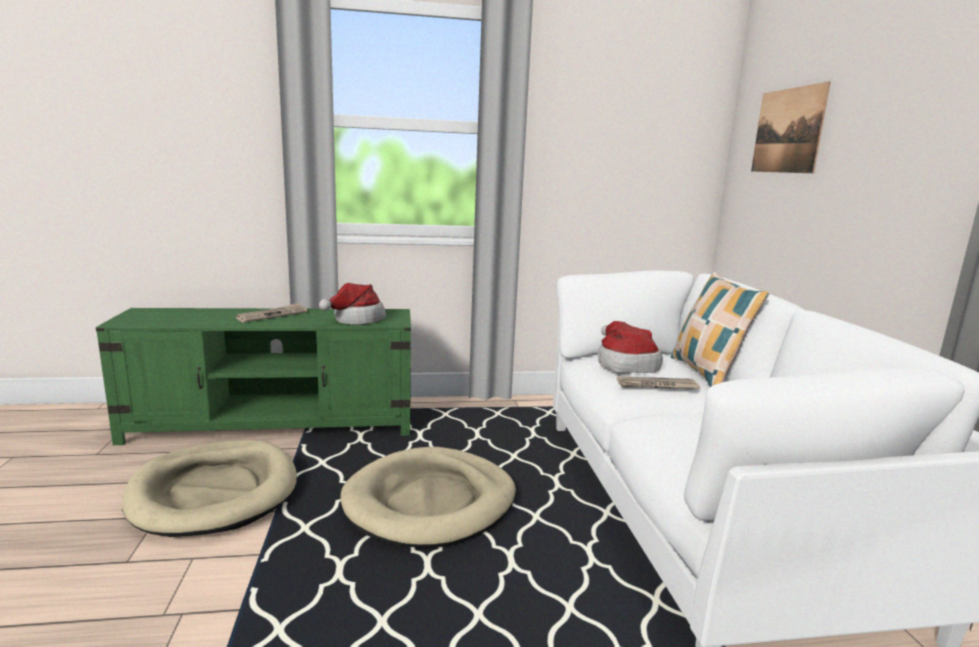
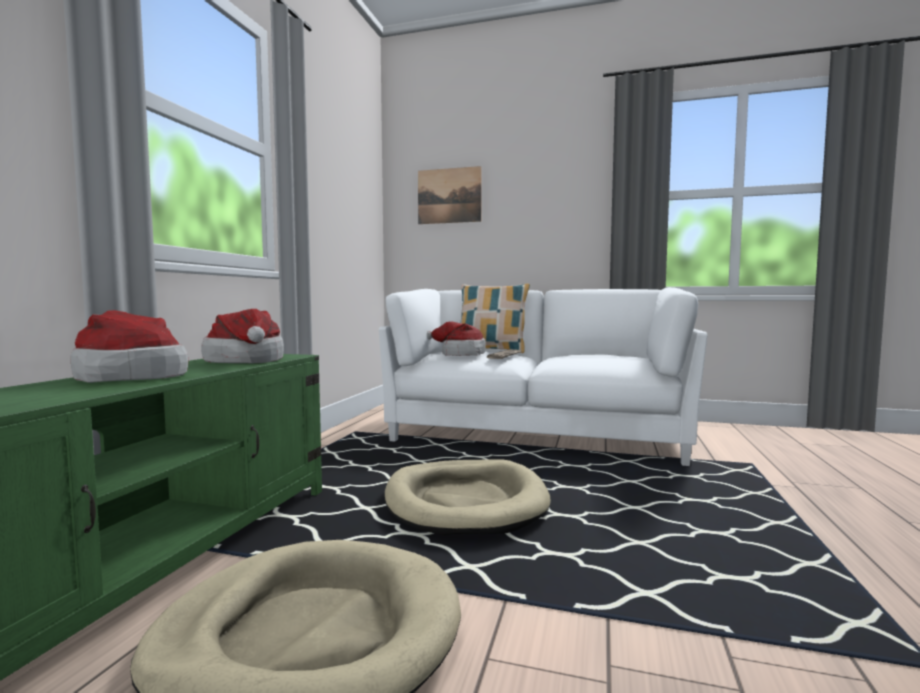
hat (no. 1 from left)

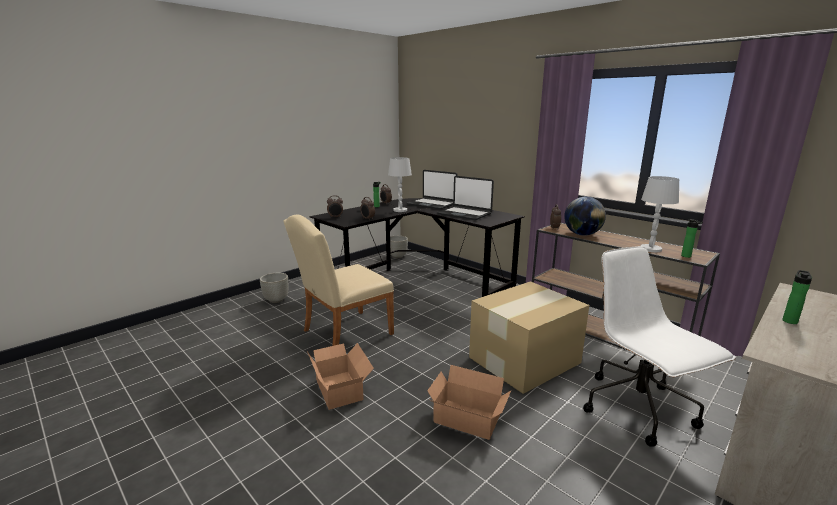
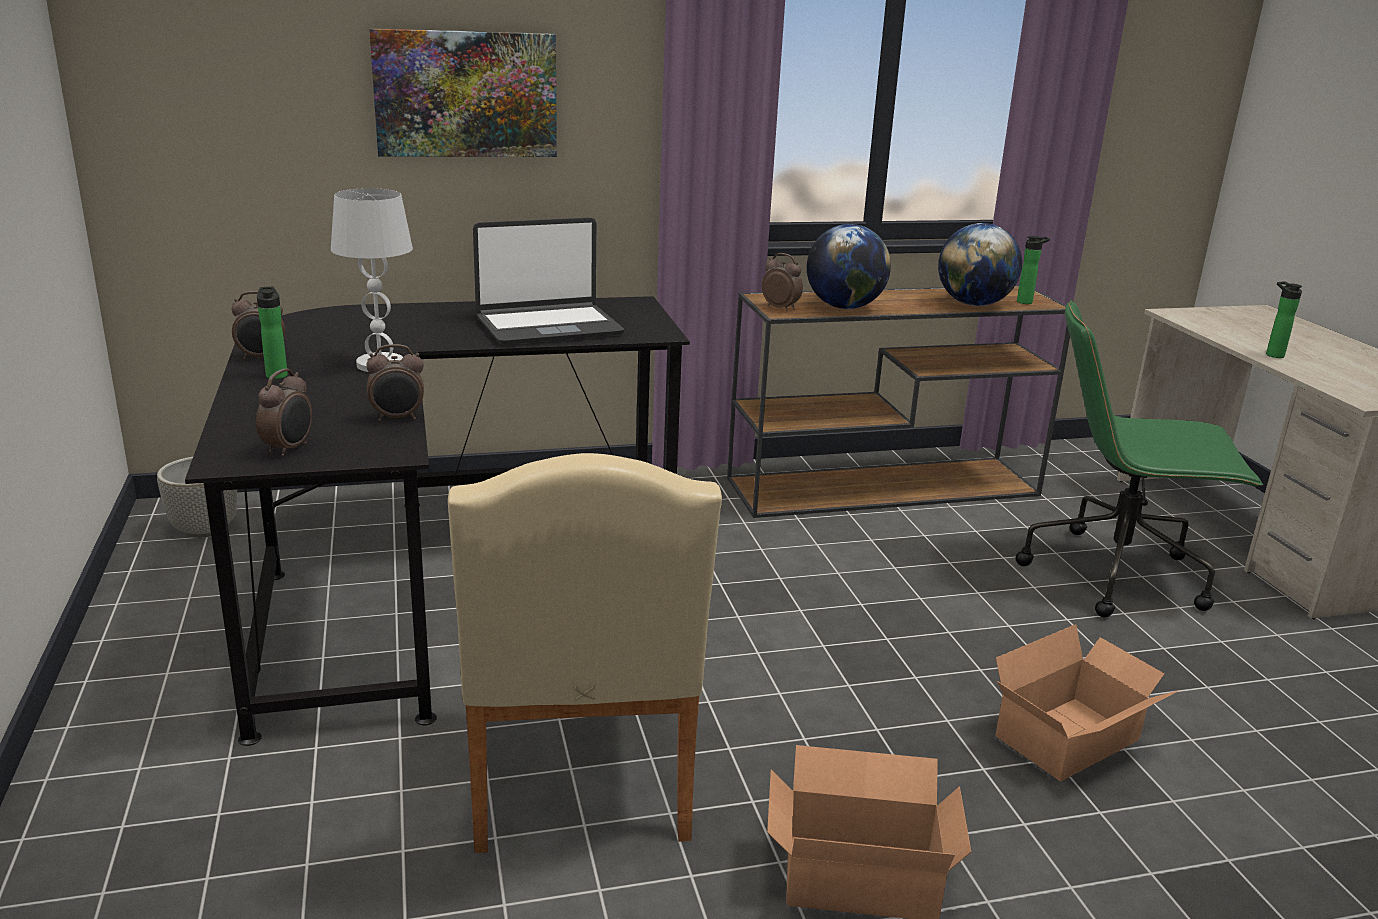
grey planter (no. 1 from left in the first image)
laptop (no. 1 from left in the first image)
cardboard box (no. 3 from left in the first image)
picture
globe (no. 2 from left)
green office chair

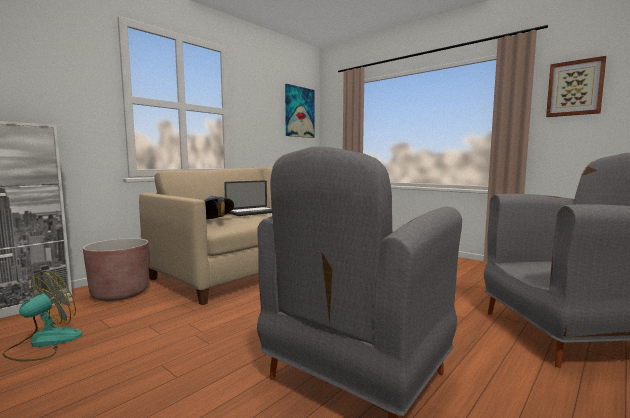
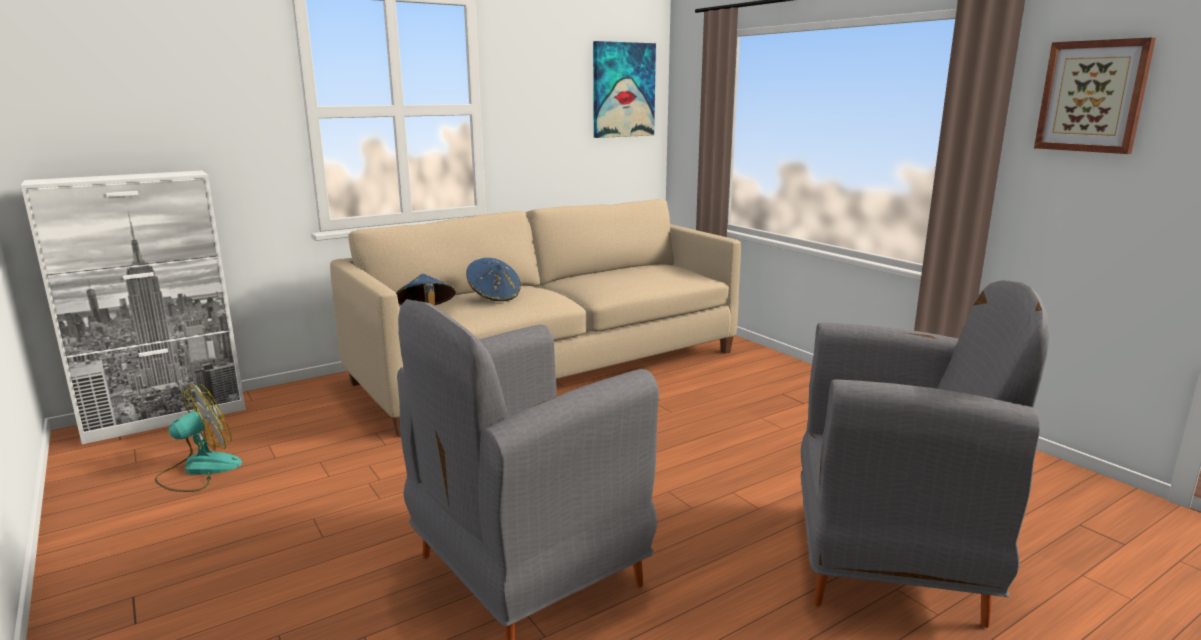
brown planter
blue hat (no. 2 from left)

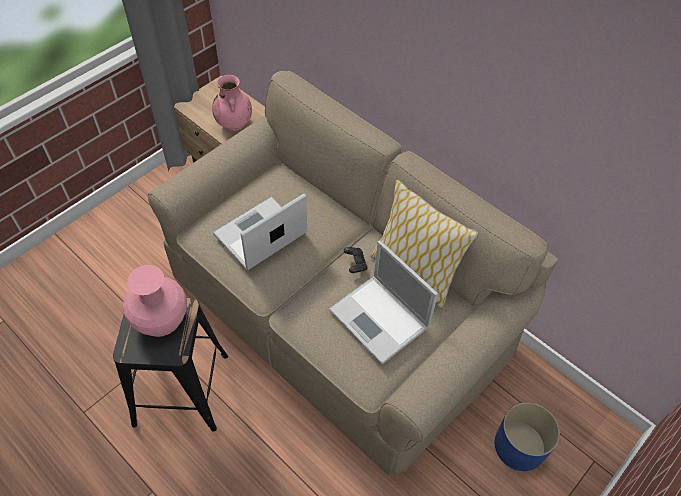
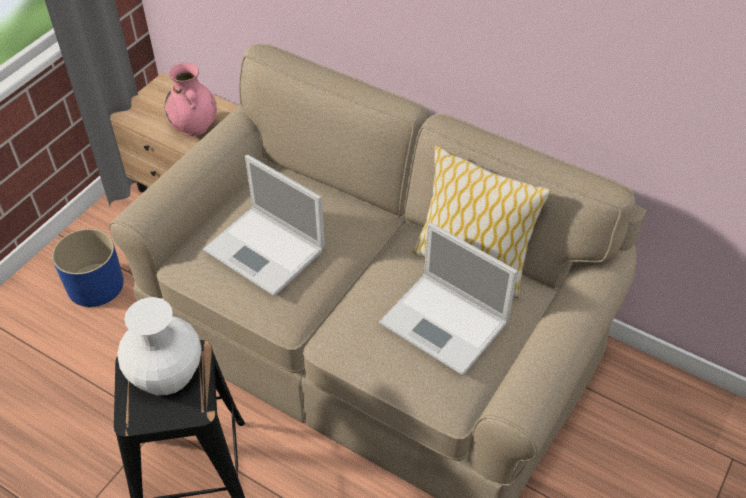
black game controller
blue planter
white vase
laptop (no. 1 from left)

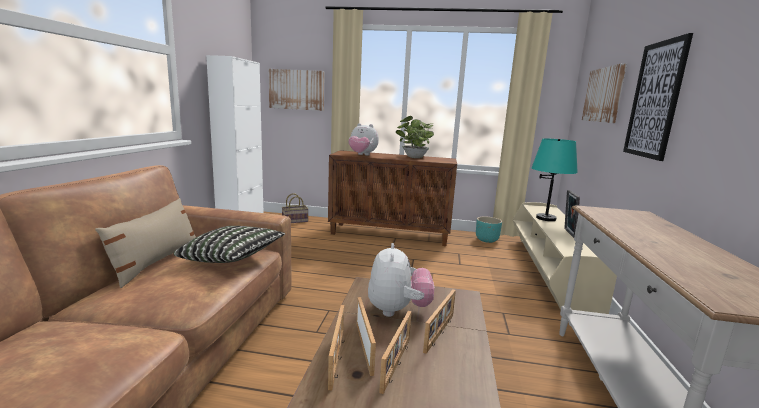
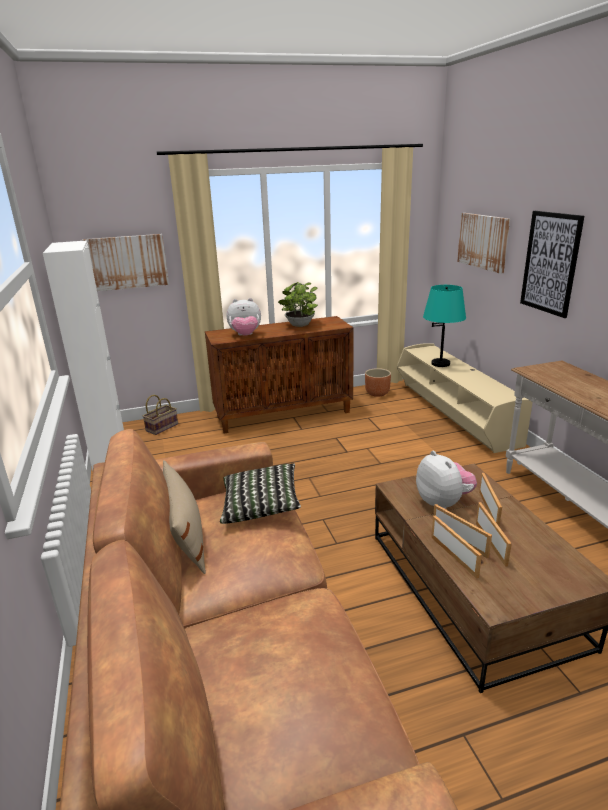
picture frame (no. 5 from left in the first image)
brown planter

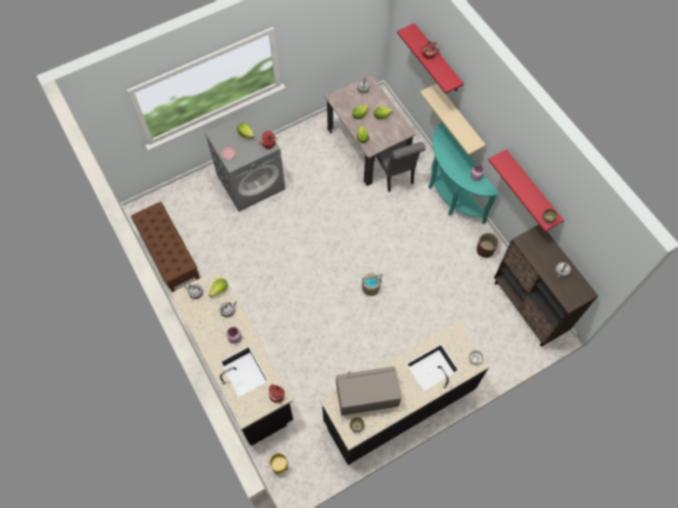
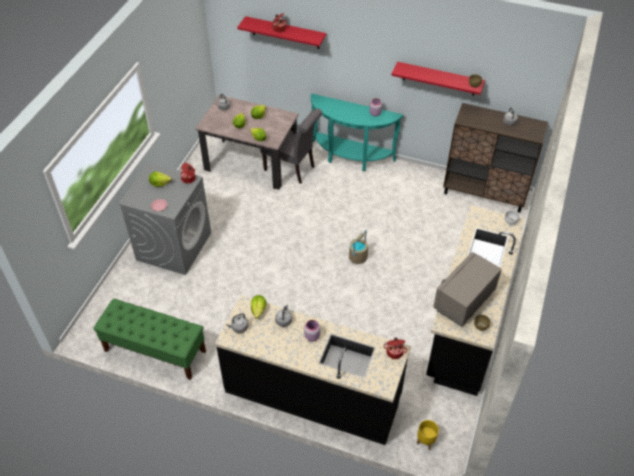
beige shelf
brown planter
green bench

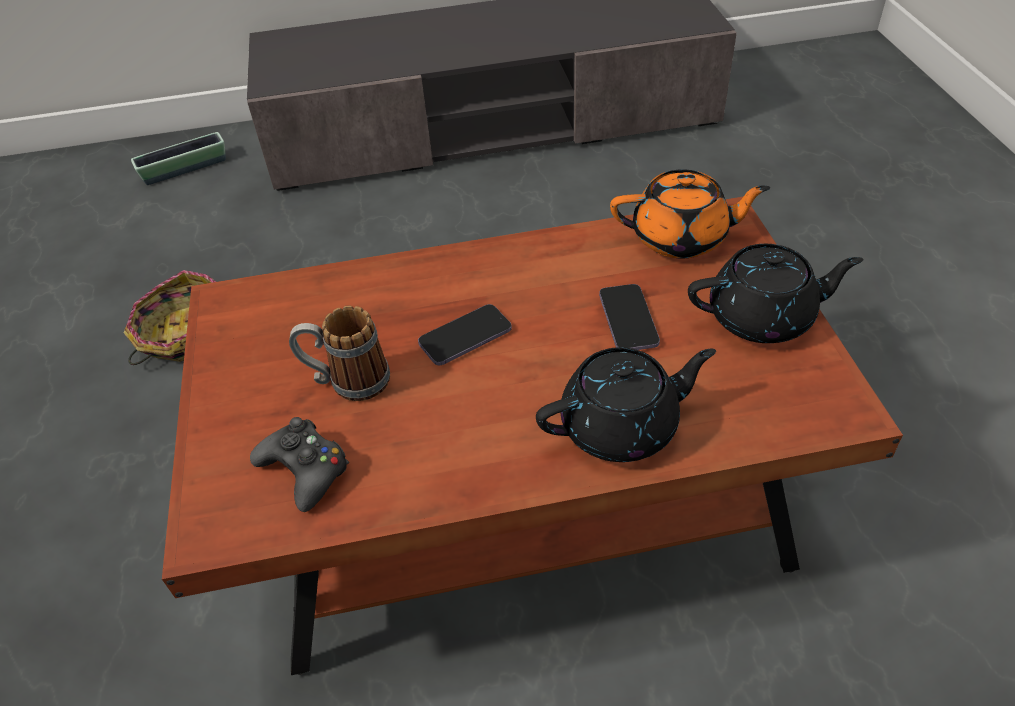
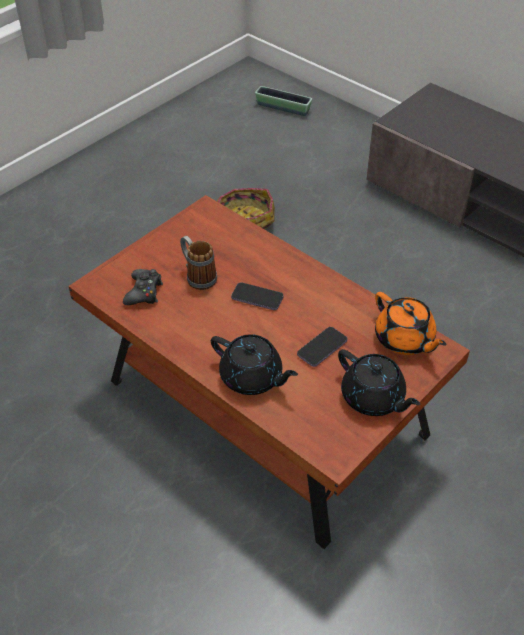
planter

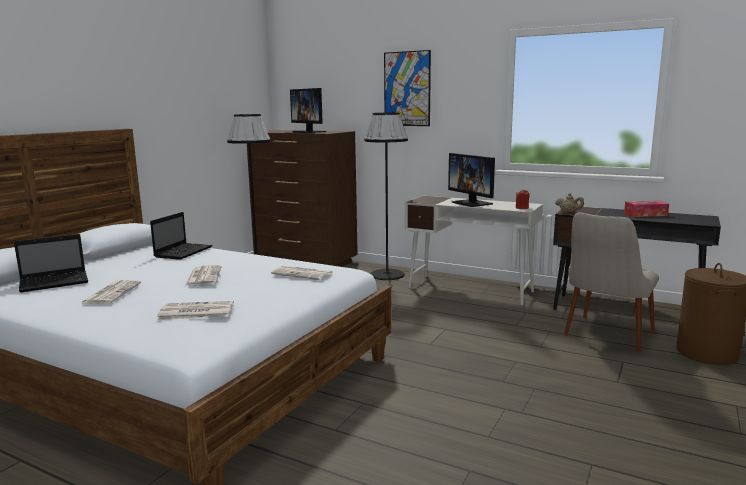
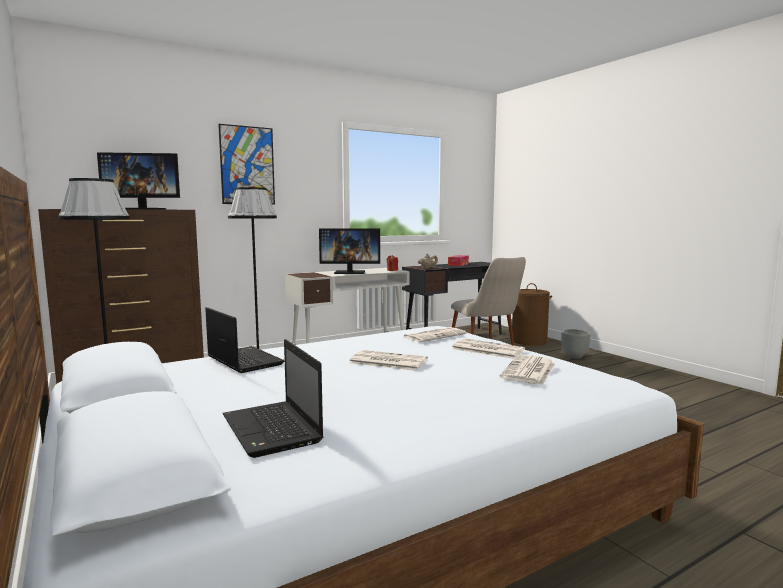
grey planter
newspaper (no. 3 from left)
laptop (no. 2 from left)

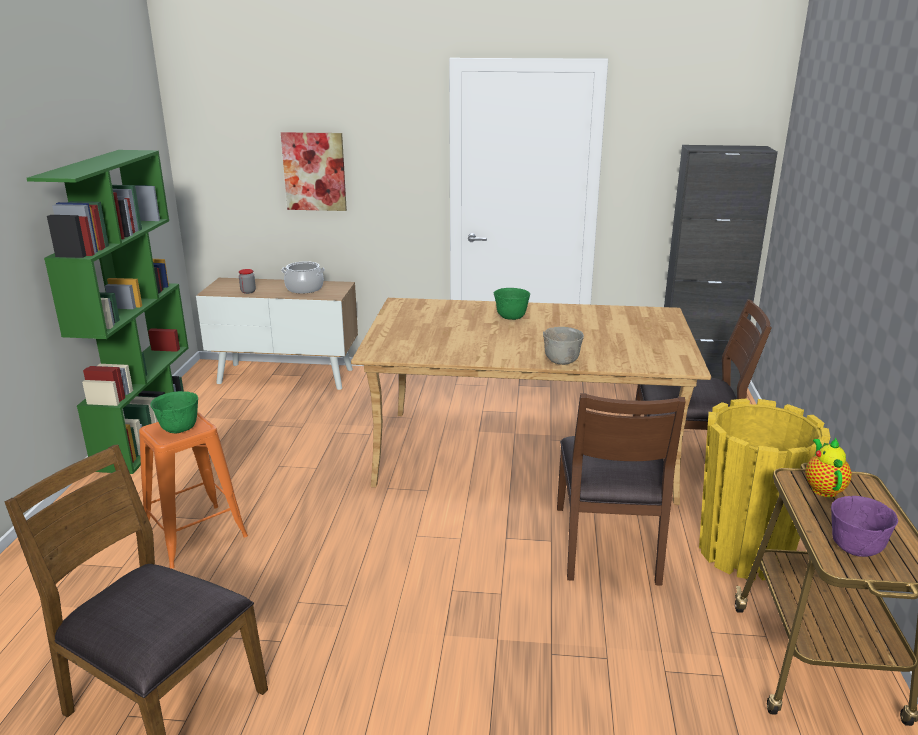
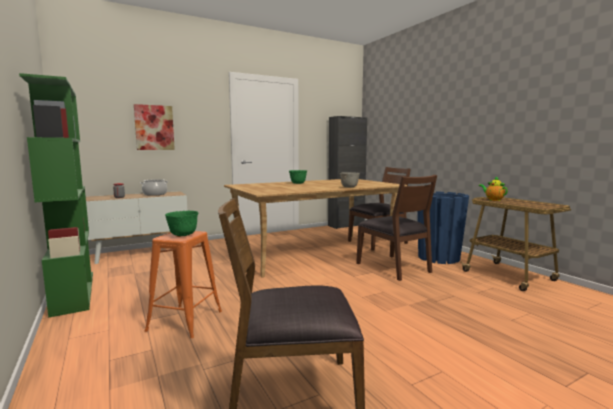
purple bowl
blue planter

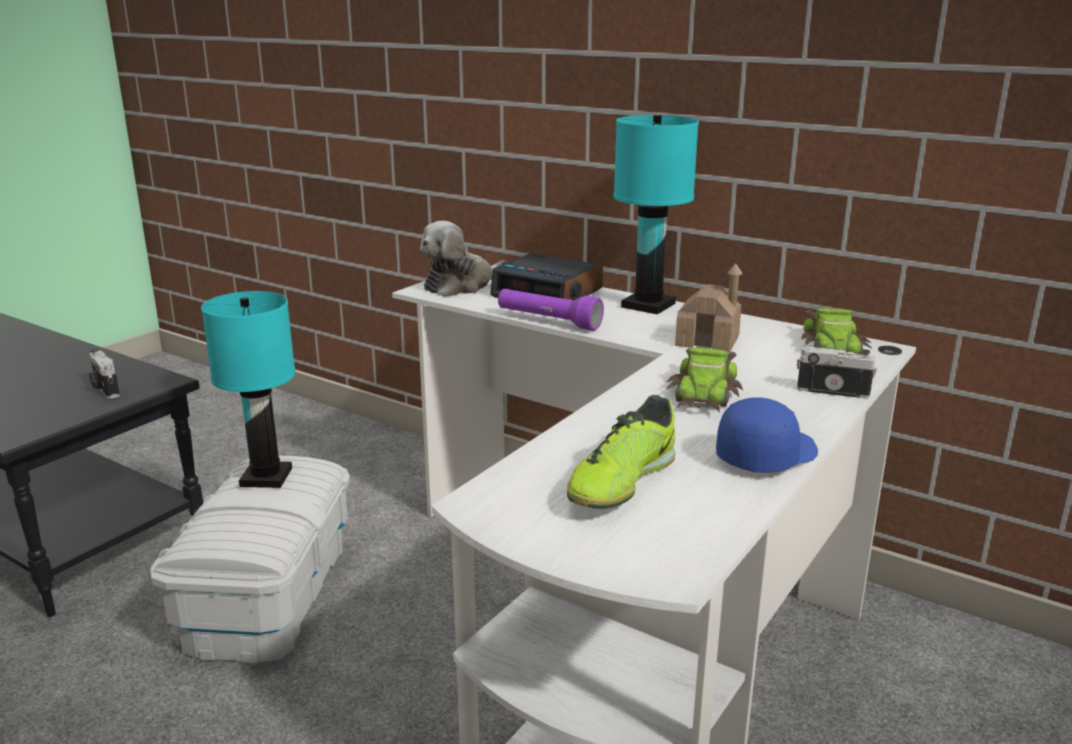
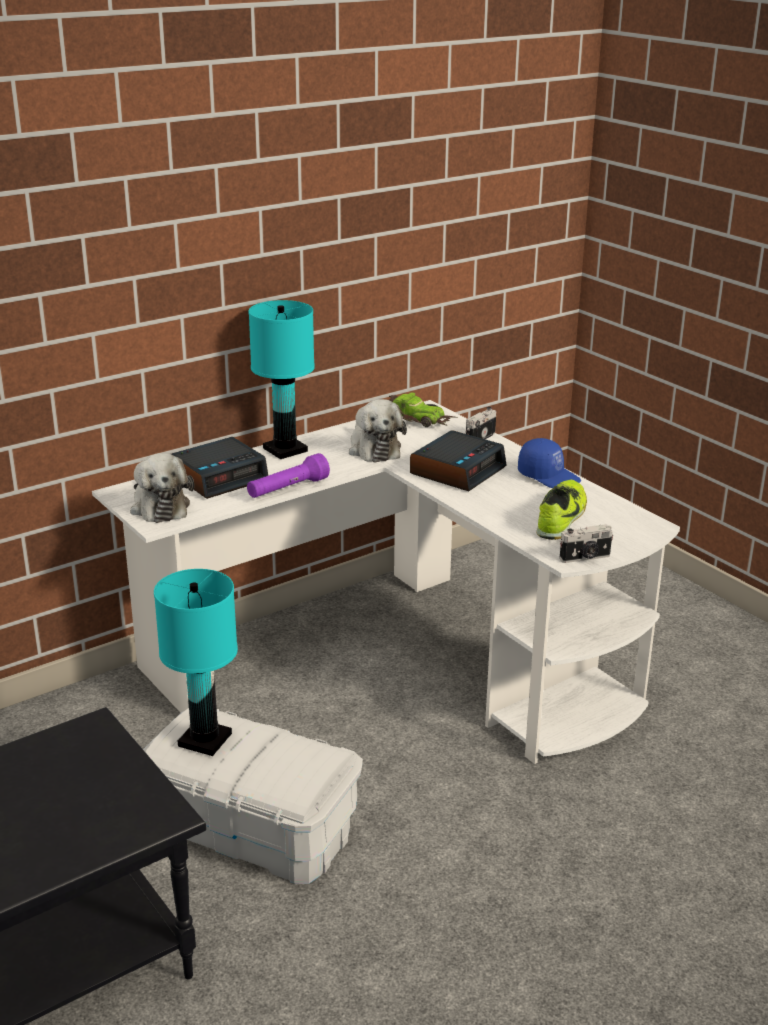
photo camera (no. 2 from left)
alarm clock (no. 2 from left)
plush toy (no. 2 from left)
shoe
blue cap

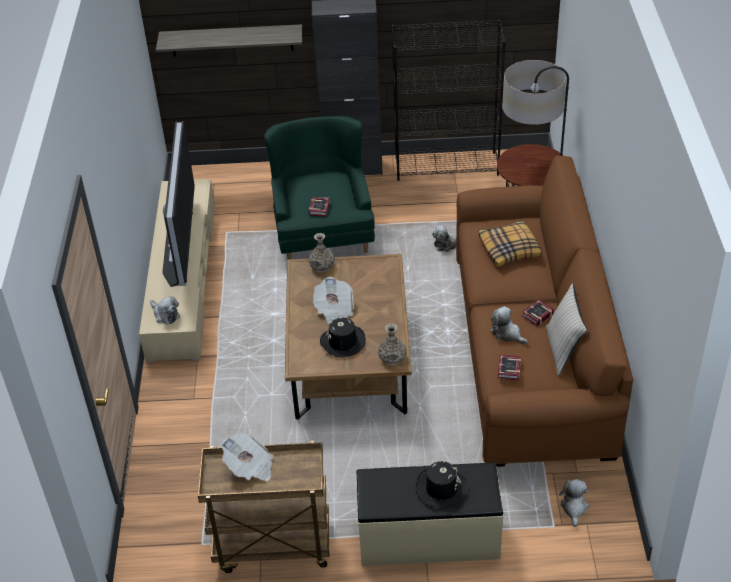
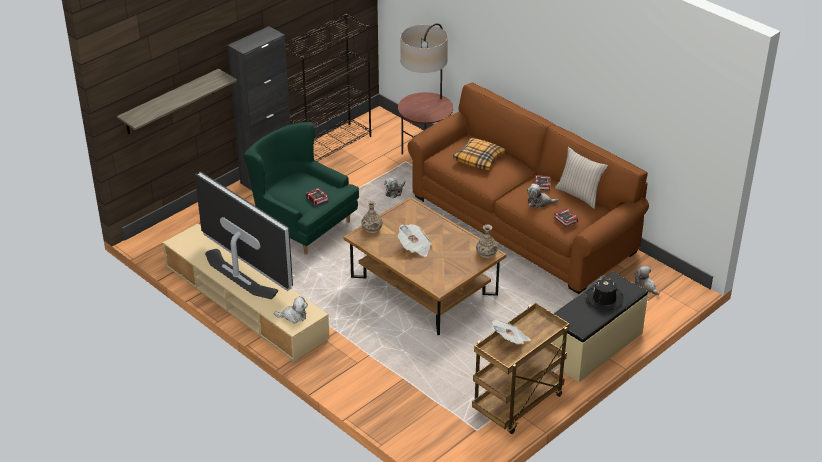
black hat (no. 1 from left in the first image)

